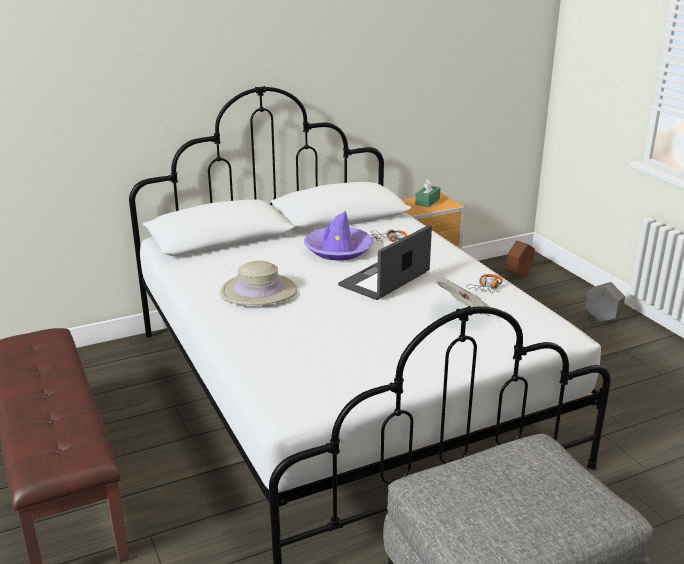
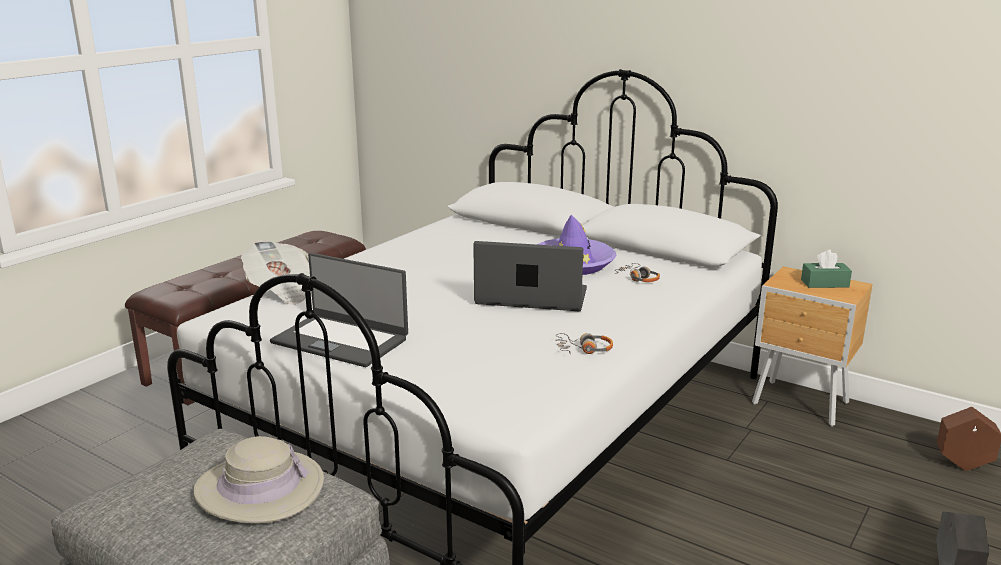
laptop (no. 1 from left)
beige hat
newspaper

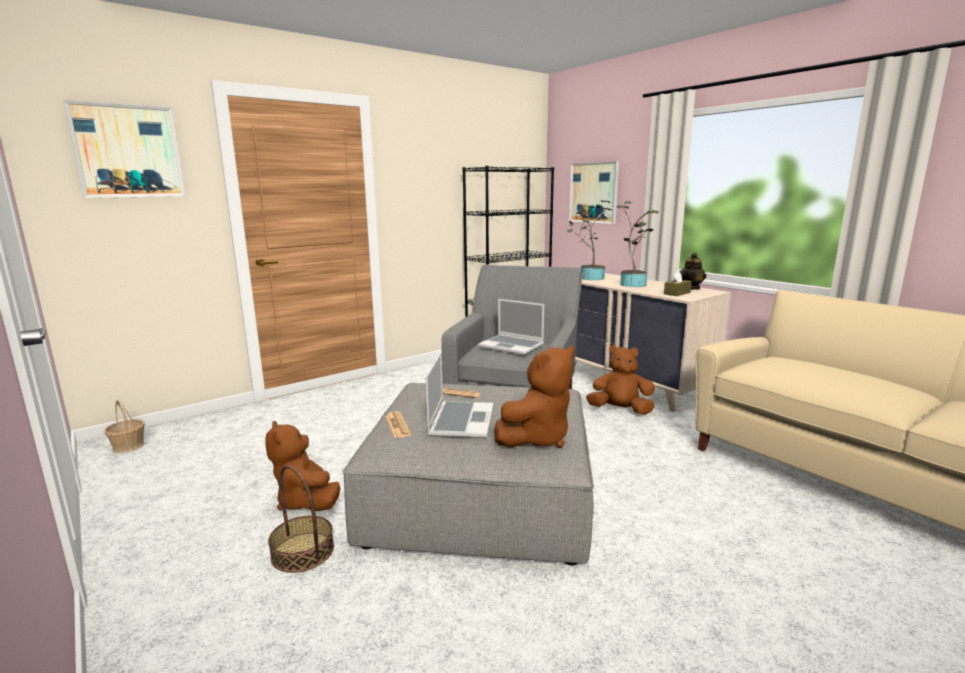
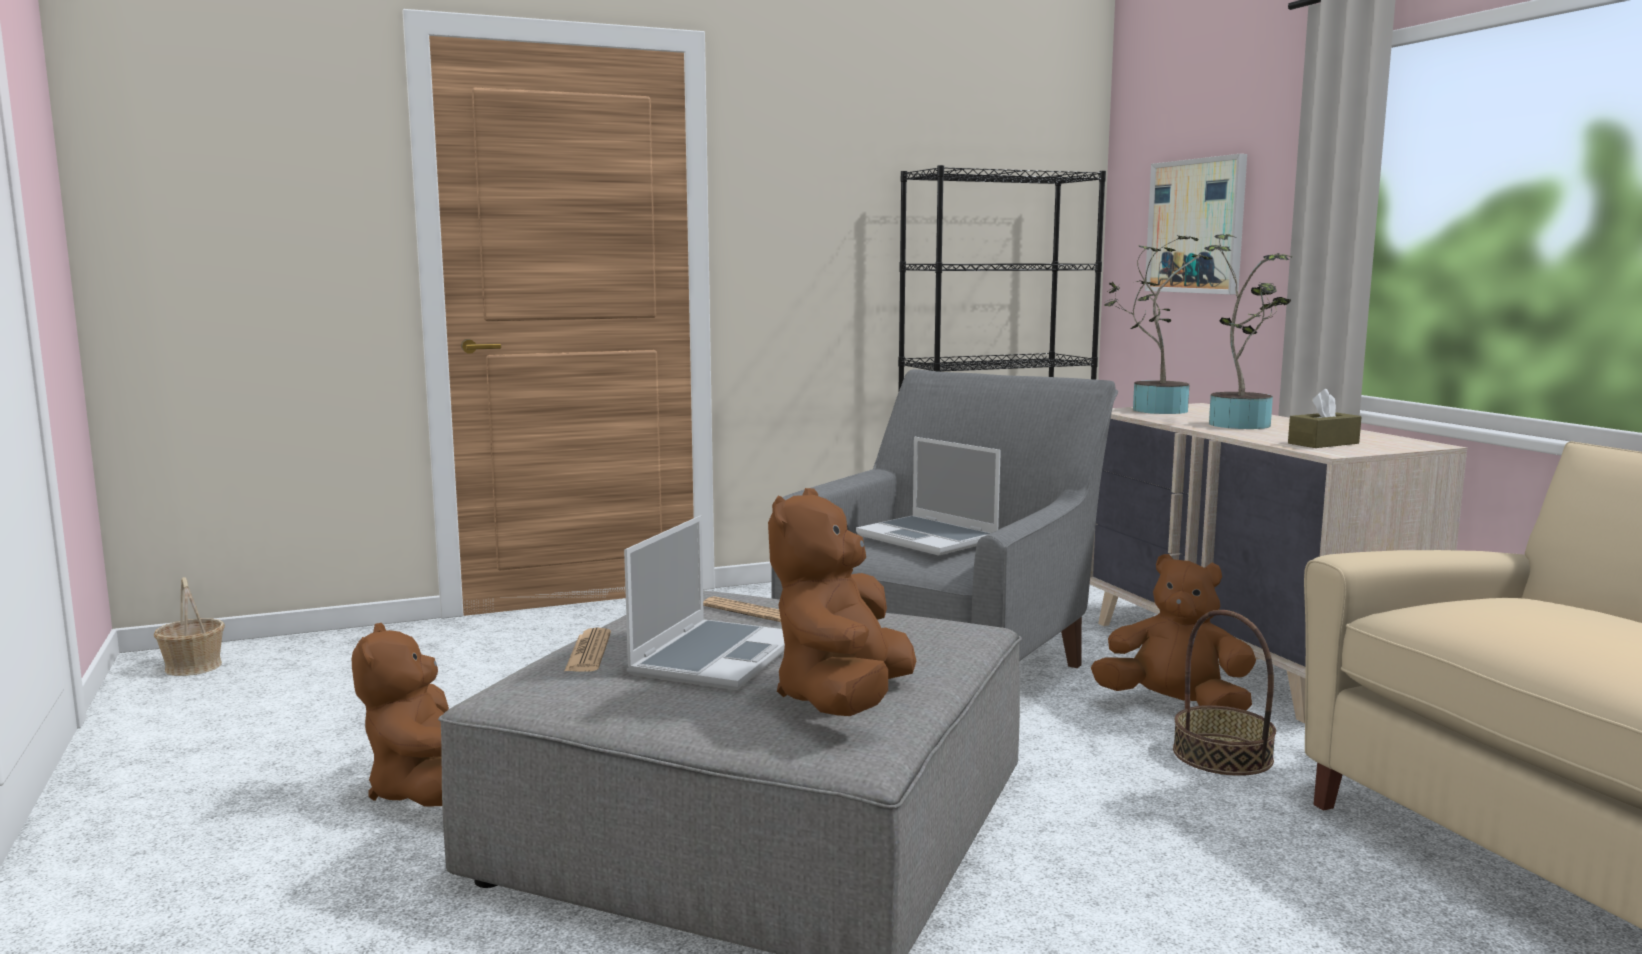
picture (no. 1 from left in the first image)
teapot
basket (no. 2 from left)
brown plush toy (no. 2 from left)

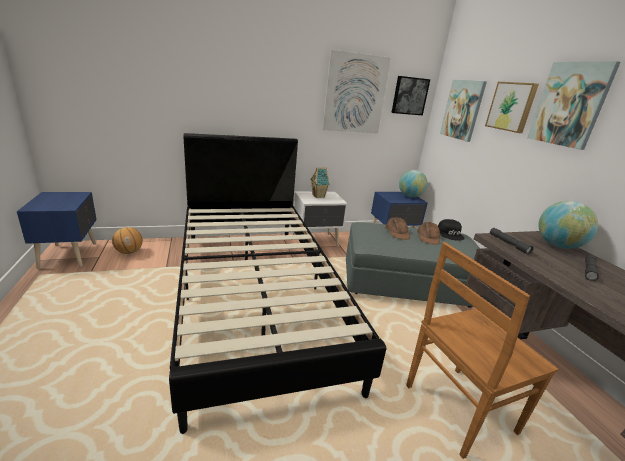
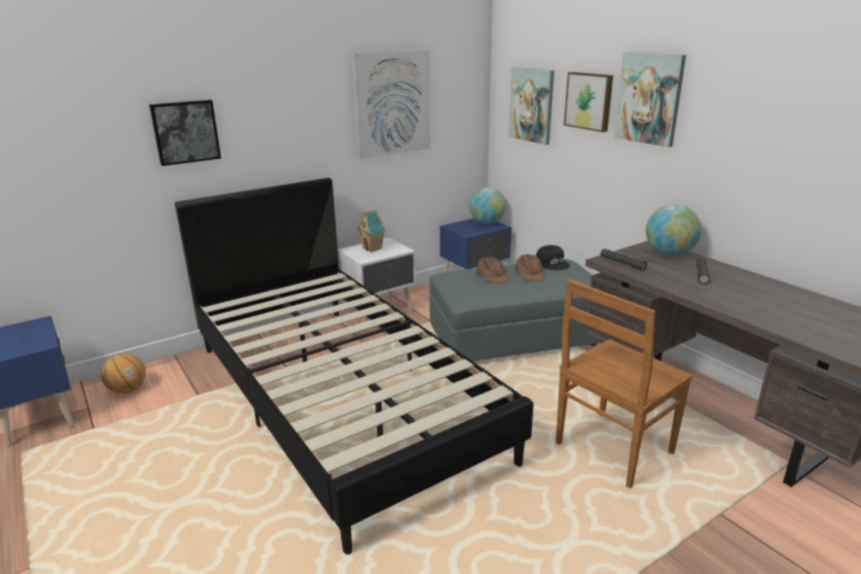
picture (no. 1 from left)

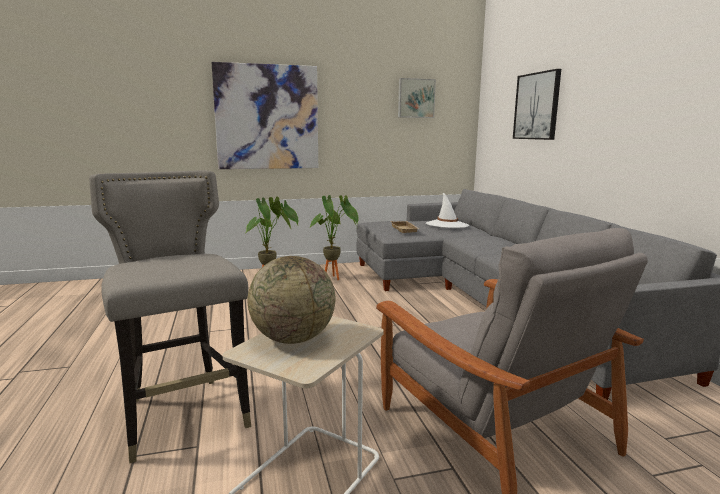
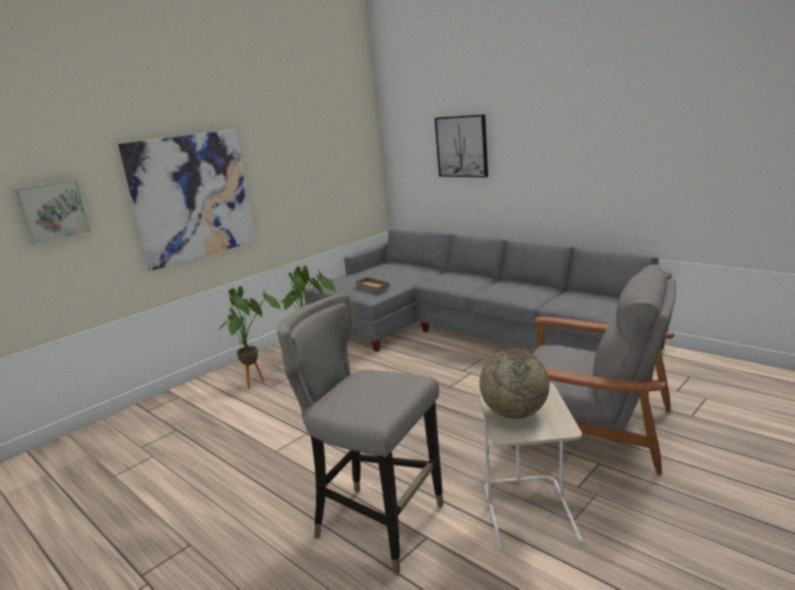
white hat
picture (no. 1 from left)

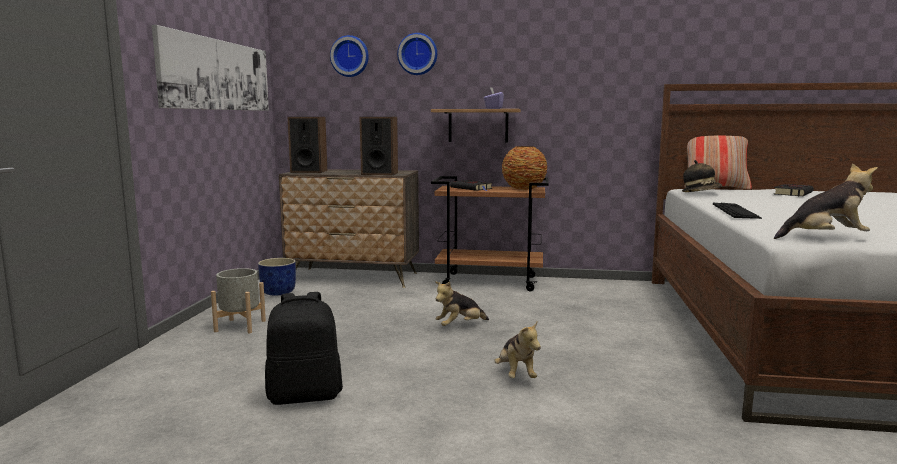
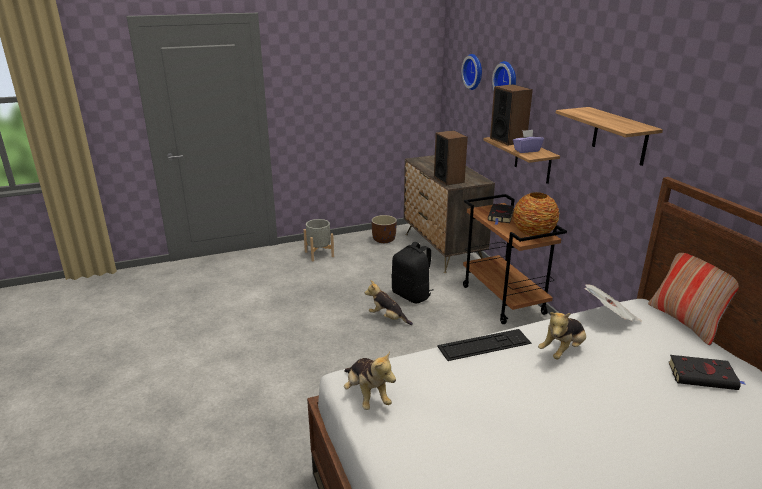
picture
shelf (no. 2 from left)
black backpack
speaker (no. 2 from left)
plush toy (no. 3 from left)
newspaper
brown planter

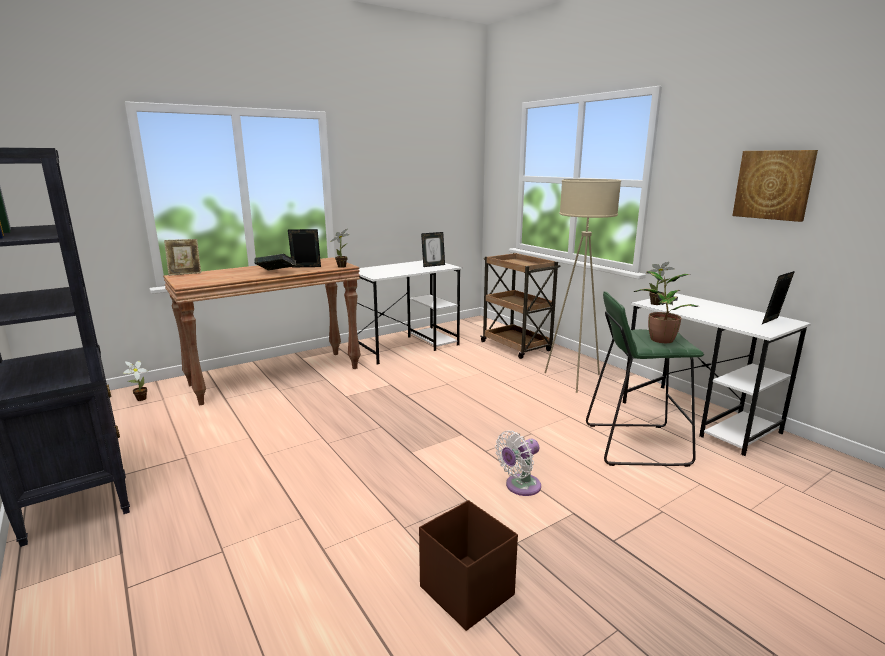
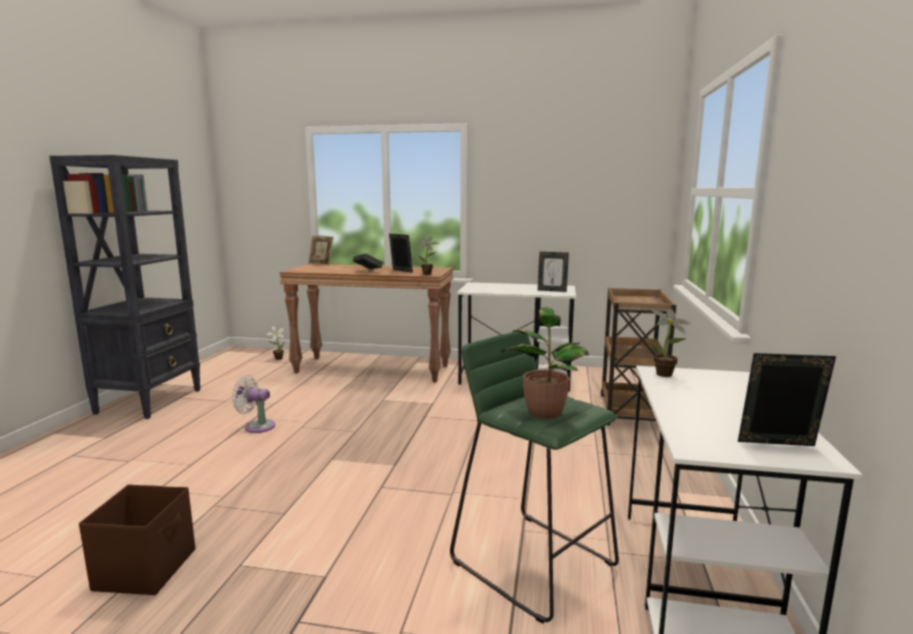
beige floor lamp
picture
white fan

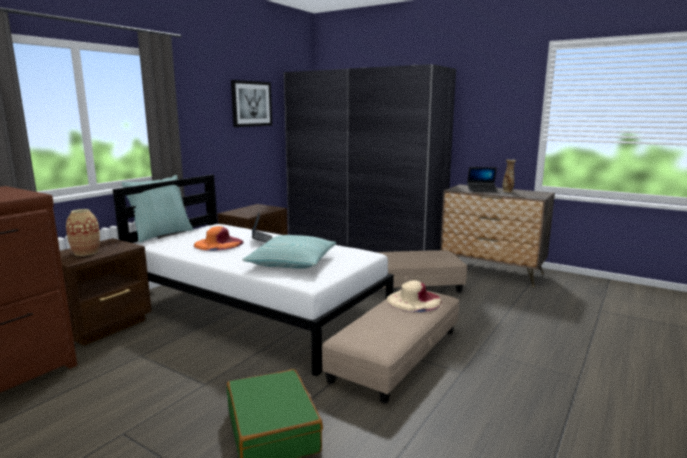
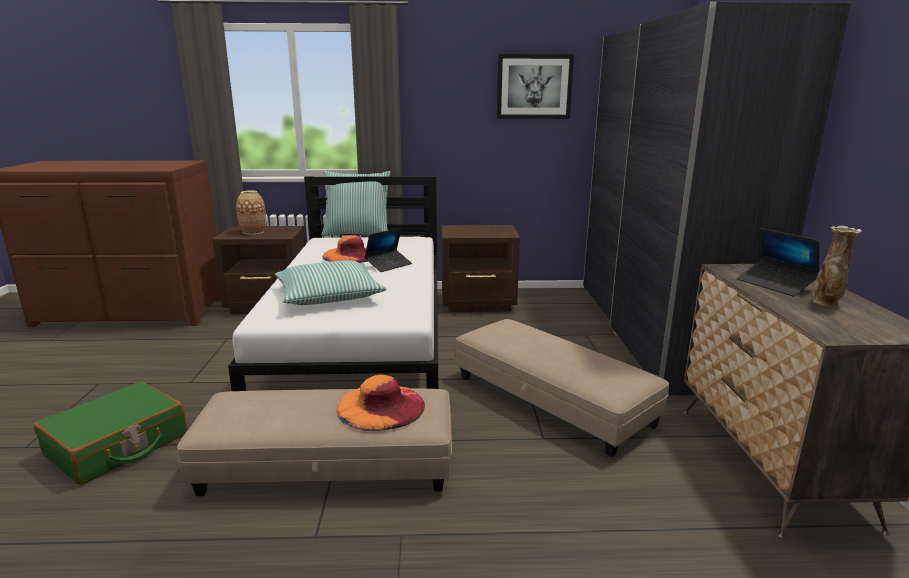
orange hat (no. 2 from left)

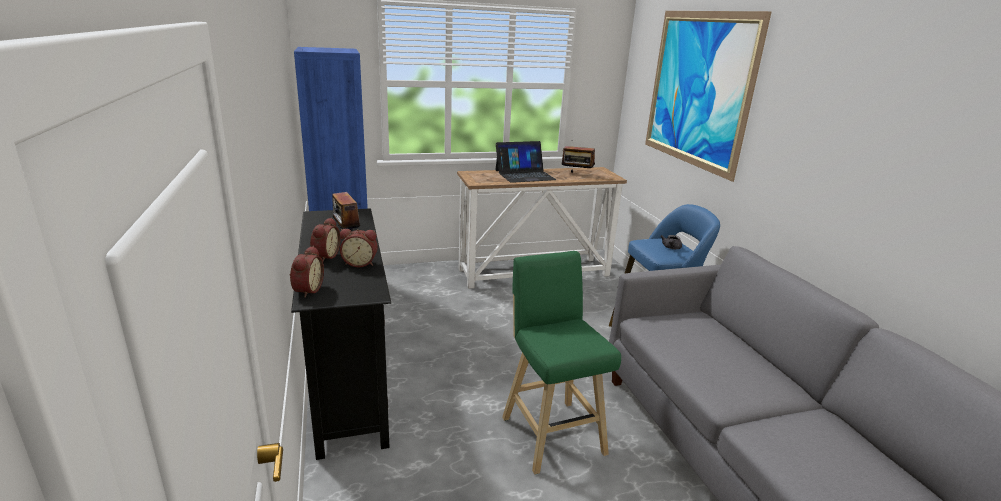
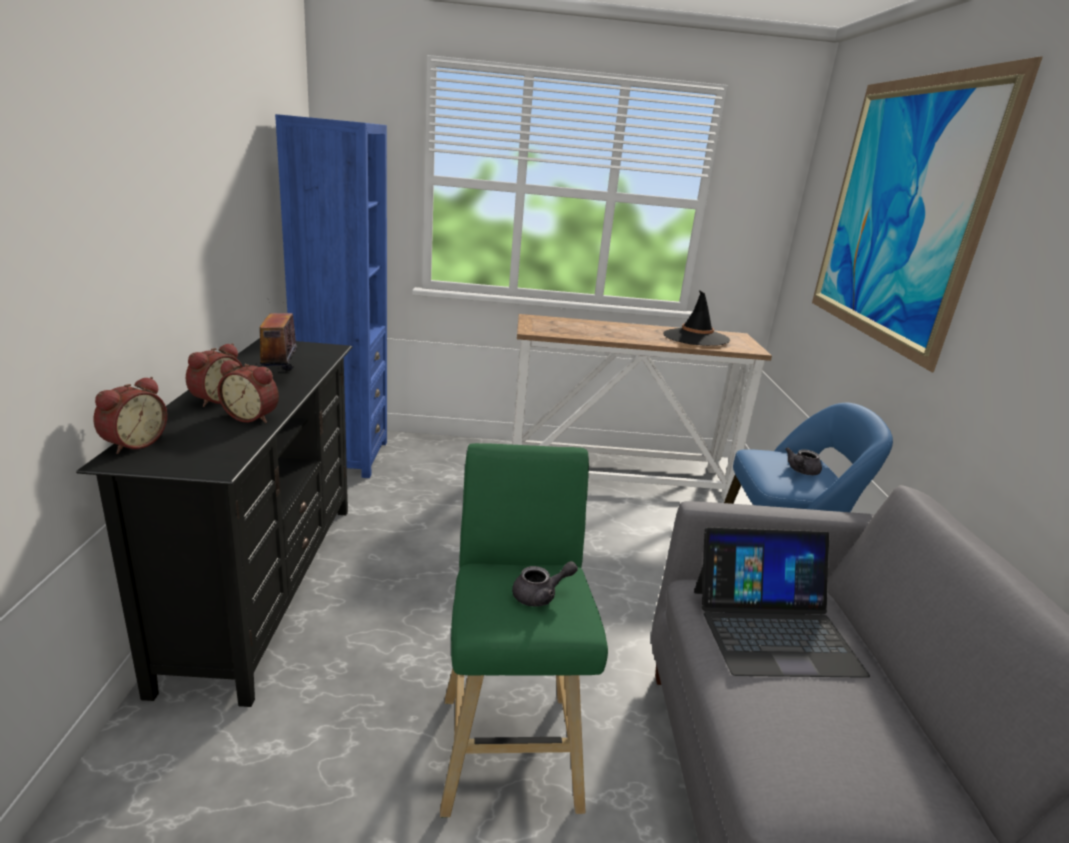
grey teapot (no. 1 from left)
laptop
black hat

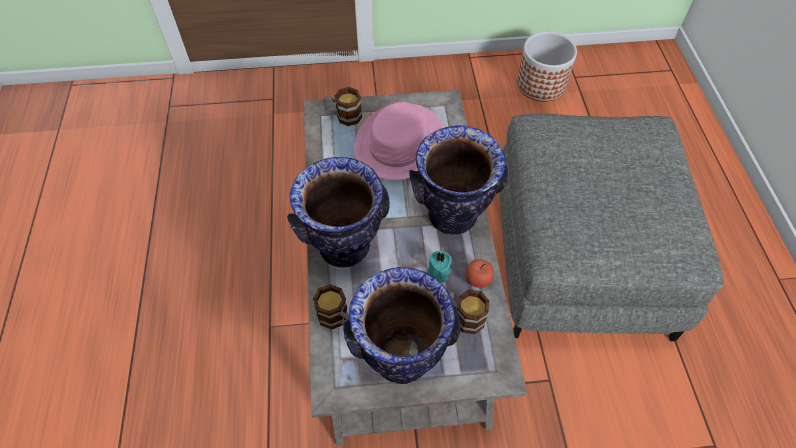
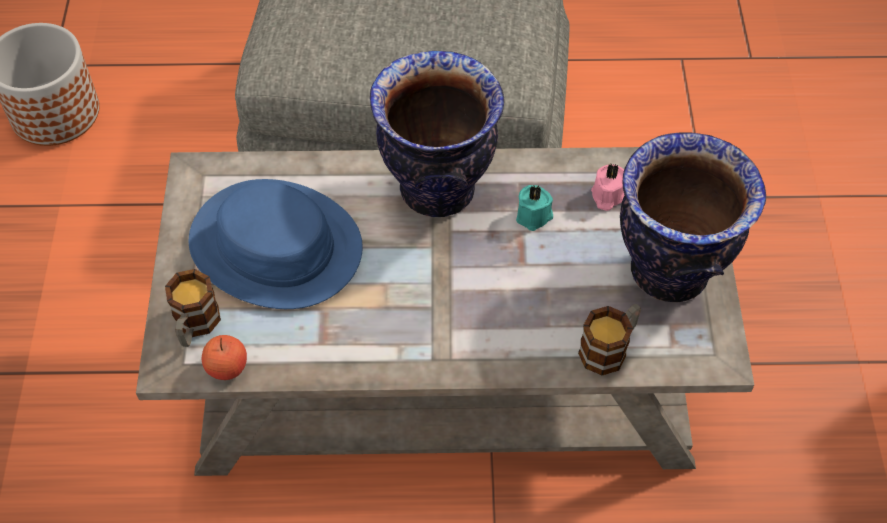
vase (no. 1 from left in the first image)
apple
pink candle
blue hat

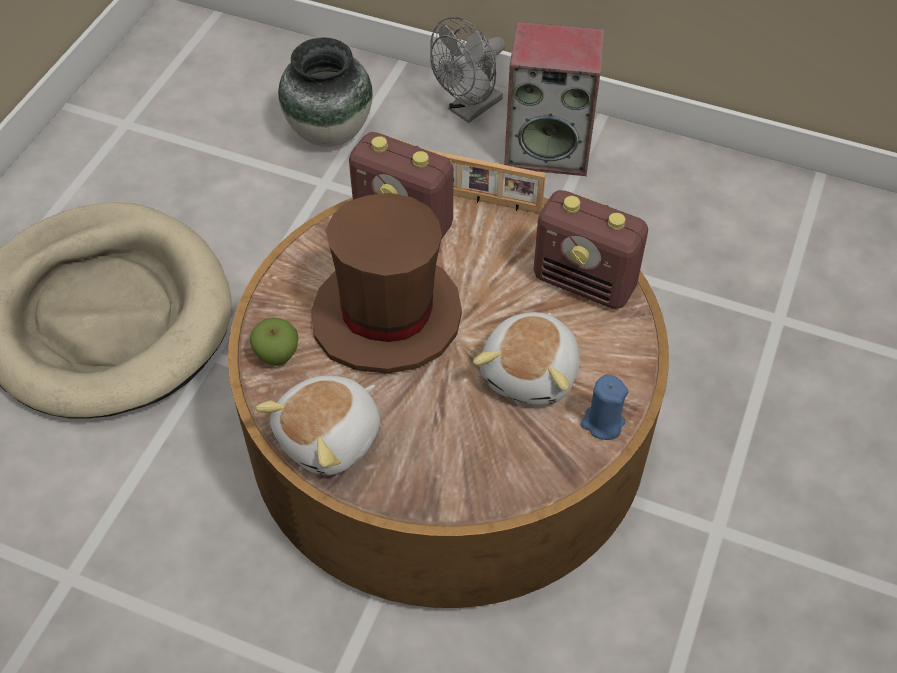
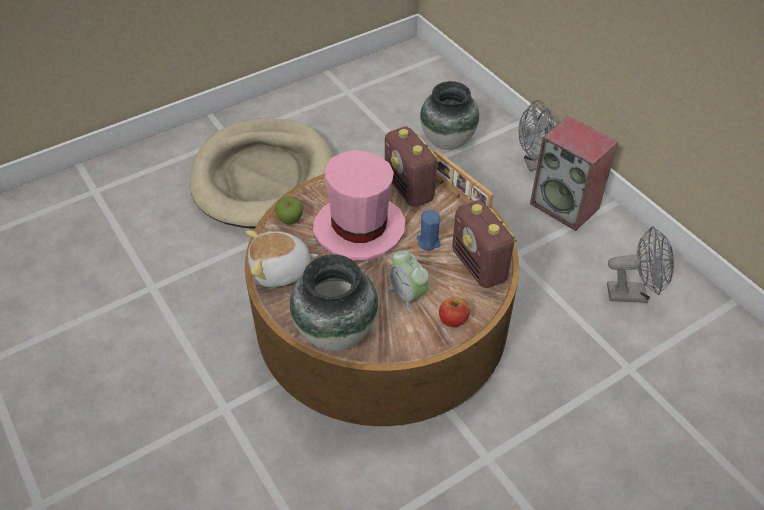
vase (no. 1 from left)
apple (no. 2 from left)
grey fan (no. 2 from left)
blue candle
alarm clock
pink hat

